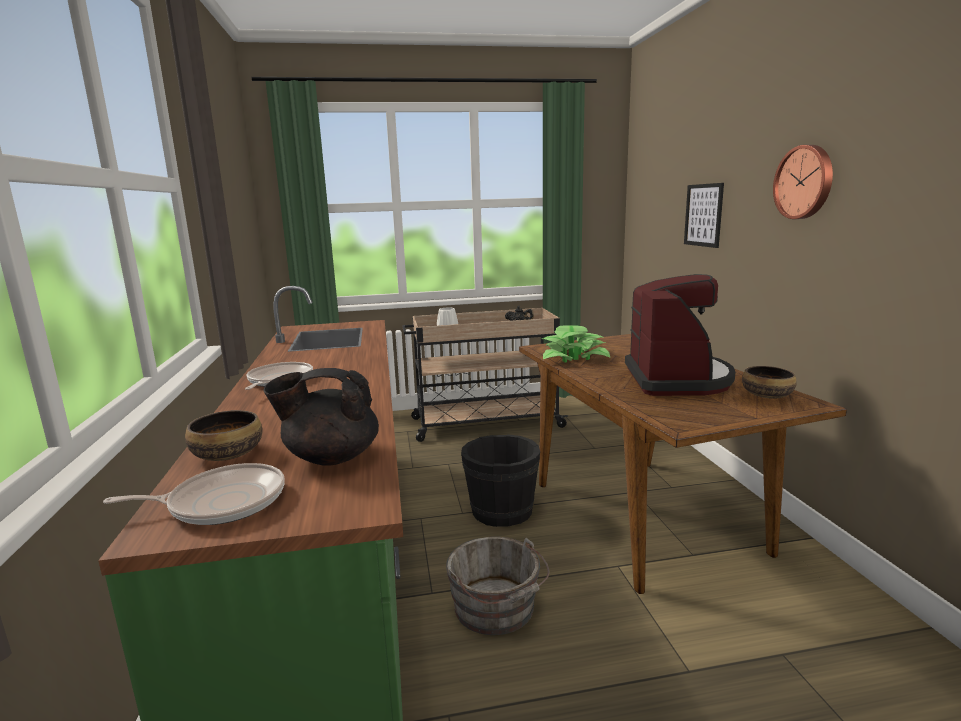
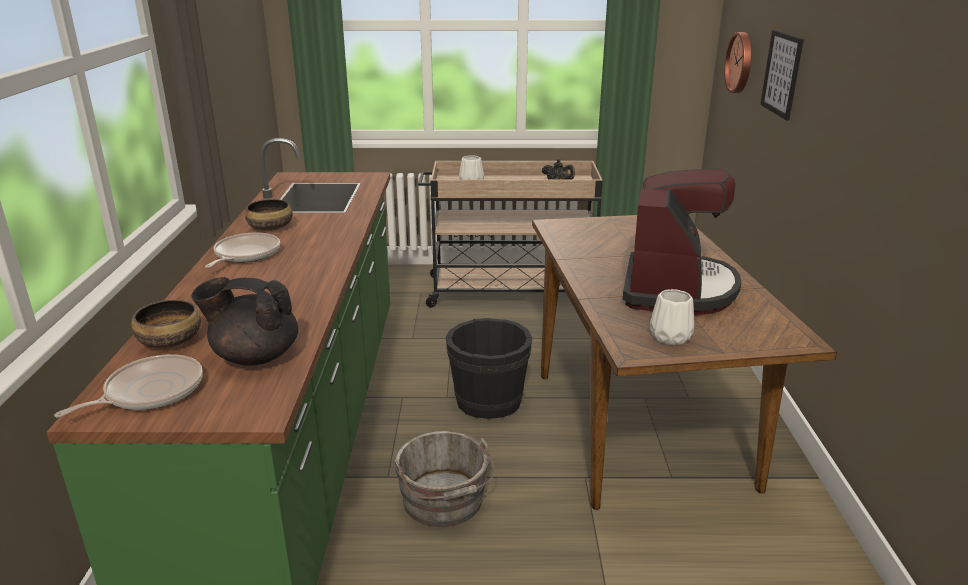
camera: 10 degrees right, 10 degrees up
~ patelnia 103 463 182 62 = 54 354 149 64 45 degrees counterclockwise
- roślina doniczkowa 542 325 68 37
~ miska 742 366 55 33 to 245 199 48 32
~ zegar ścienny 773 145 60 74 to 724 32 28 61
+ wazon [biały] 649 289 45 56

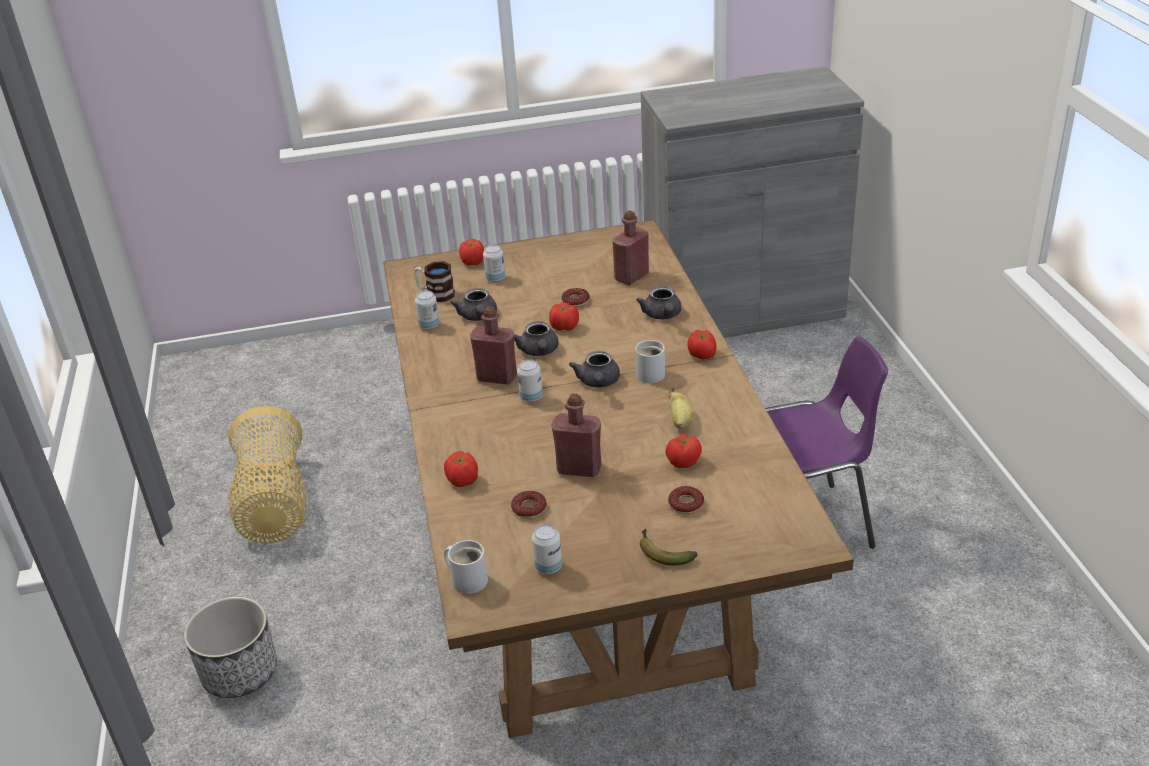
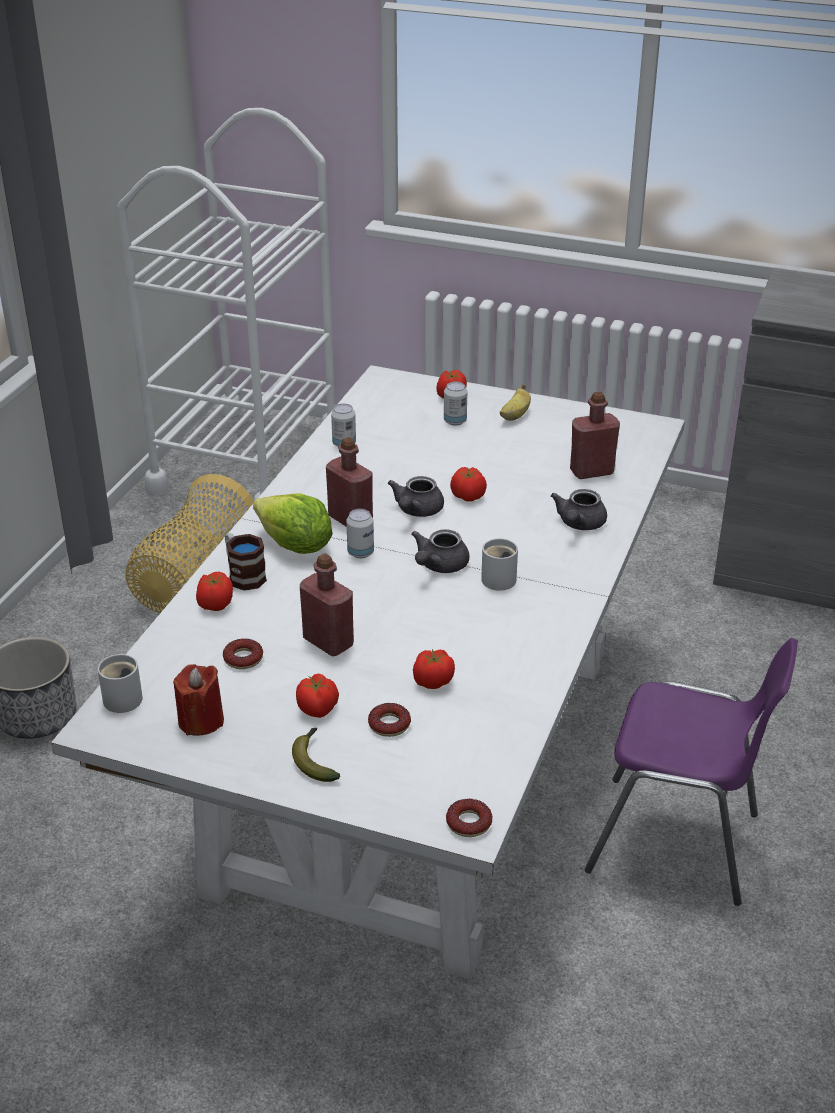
camera: 30 degrees right, 0 degrees up
~ stół jadalny [brązowy] 383 220 471 518 to stół jadalny [biały] 51 365 634 614
~ kubek 414 261 41 41 to 225 533 42 58
- imbryk [szary] 450 288 47 33
~ puszka 532 524 30 50 to świeca [czerwony] 173 664 51 72
~ donut 562 288 28 19 to 446 799 46 38
~ banan 668 387 24 42 to 500 384 31 37
~ pomidor 687 330 29 30 to 296 674 43 44
+ wózek [biały] 117 108 218 393
+ sałata 253 493 80 61

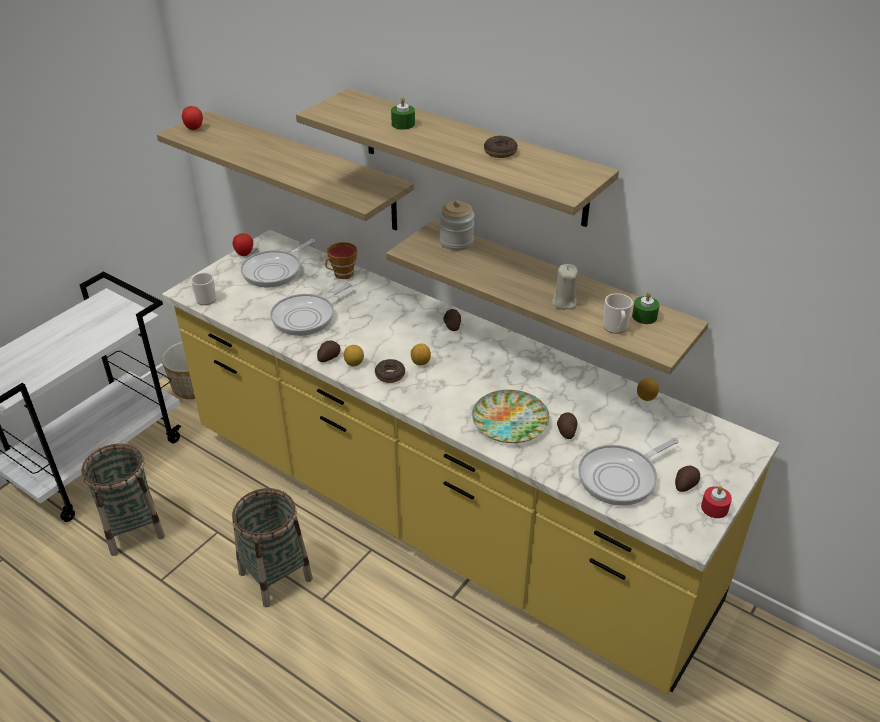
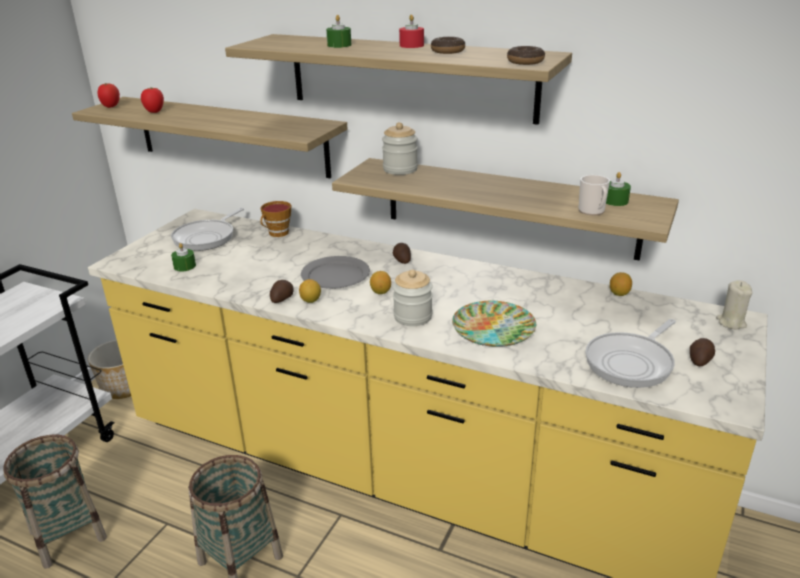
camera: 10 degrees left, 10 degrees down
- kubek 191 273 25 32
~ pomidor 233 233 20 23 to 141 87 23 26
- patelnia 270 283 82 53
~ donut 375 359 30 24 to 507 46 38 19
~ świeca [beżowy] 552 264 26 46 to 716 280 36 50
- ziemniak 557 412 21 27
~ świeca [czerwony] 701 486 31 32 to 399 14 25 34
+ świeca [zielony] 171 243 25 29
+ talerz [szary] 301 256 69 33
+ słoik 393 270 40 56

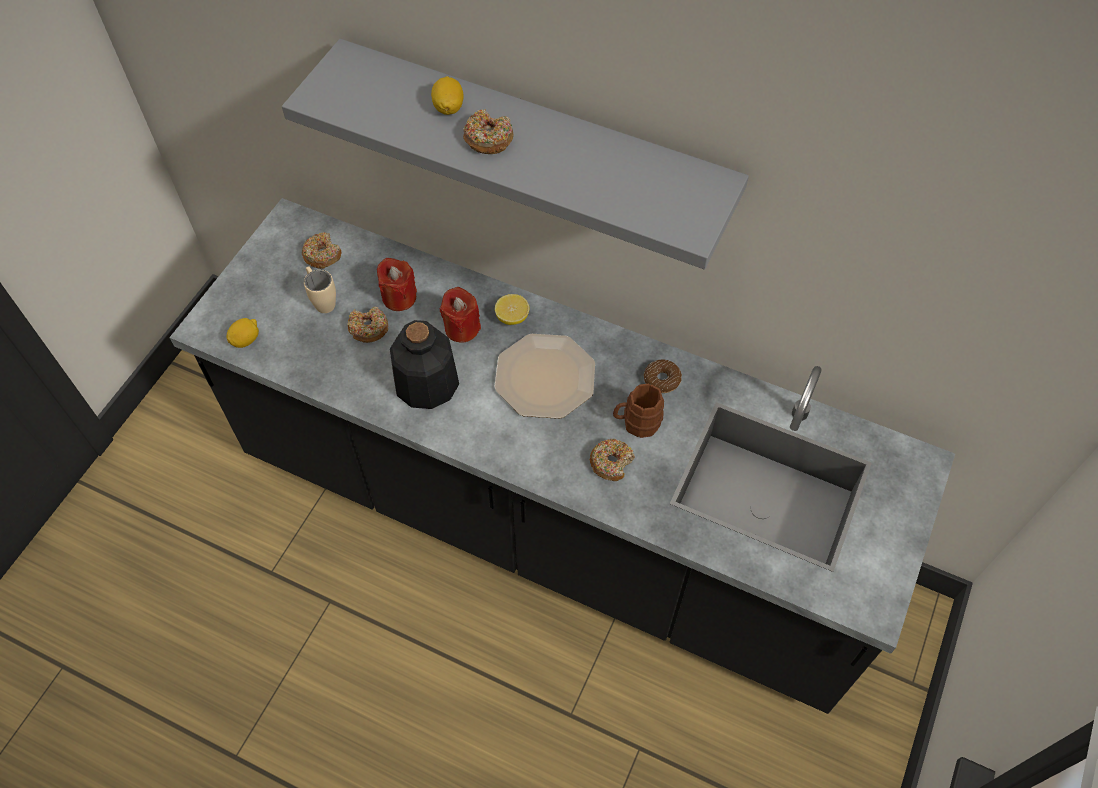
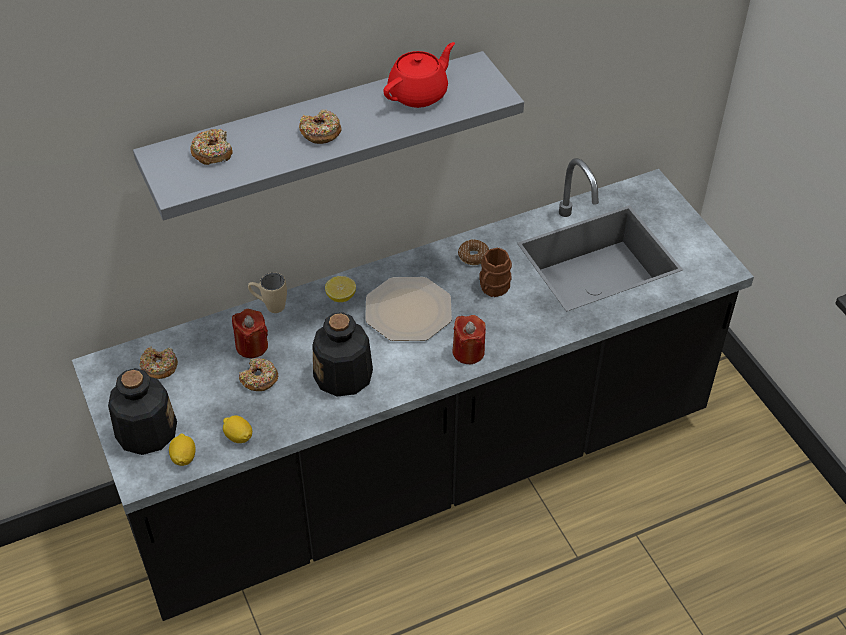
camera: 50 degrees left, 10 degrees down
~ kubek [beżowy] 304 266 32 47 to 248 273 39 40
~ cytryna 431 76 33 39 to 223 415 29 28
~ świeca [czerwony] 440 287 41 56 to 453 315 33 49
~ donut 590 439 45 42 to 190 129 43 36
+ butelka 108 368 69 87
+ imbryk [czerwony] 383 42 72 66

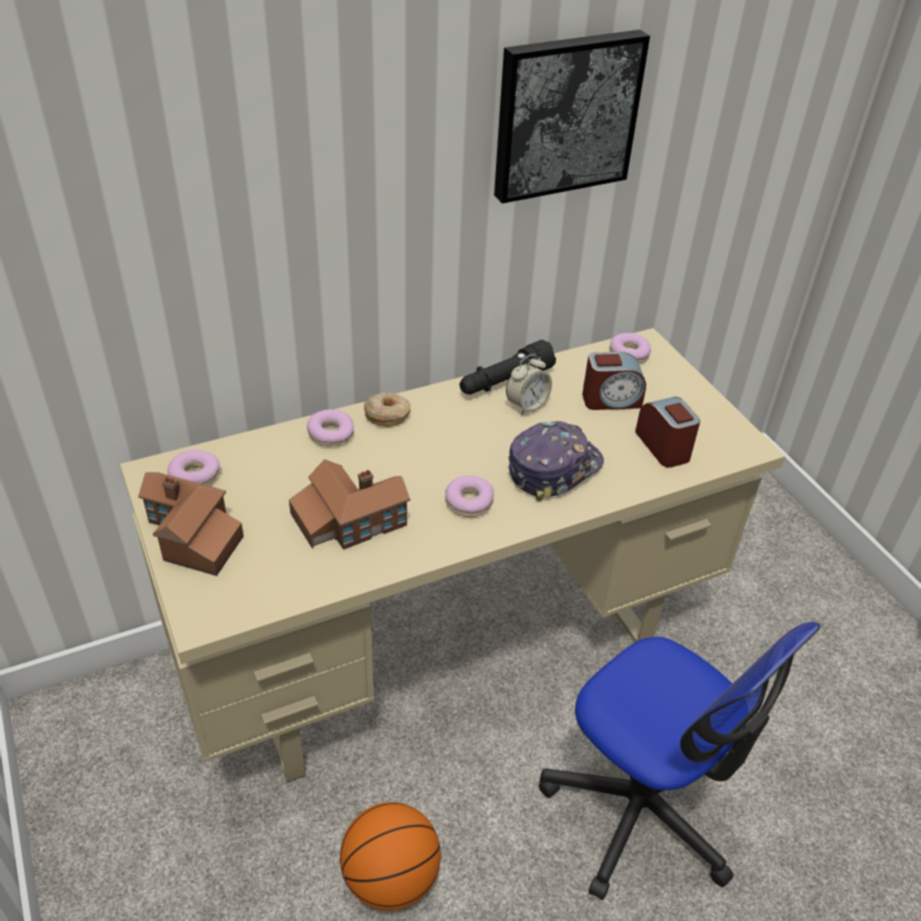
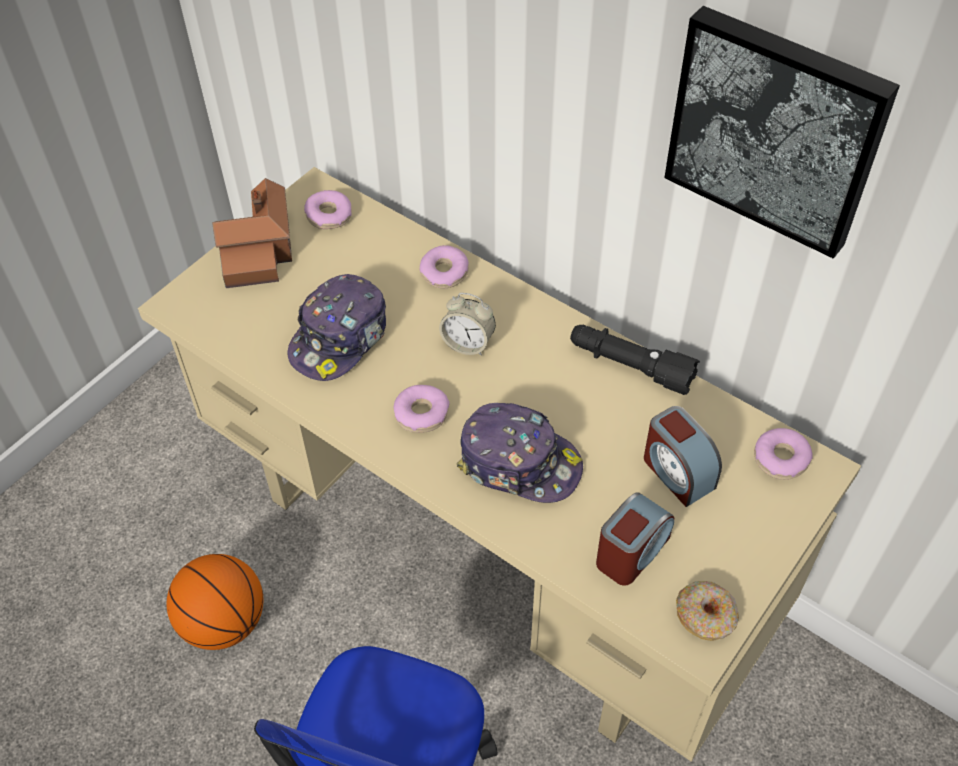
camera: 65 degrees right, 10 degrees up
~ domek 289 459 121 91 to czapka z daszkiem 287 274 99 107
~ donut 364 392 47 35 to 676 581 63 60
~ budzik 506 354 46 61 to 439 293 57 63

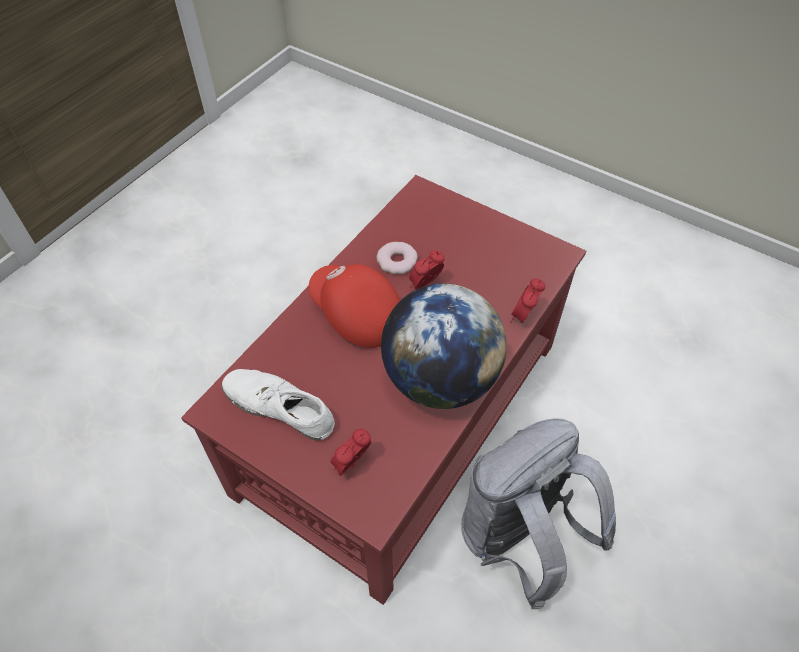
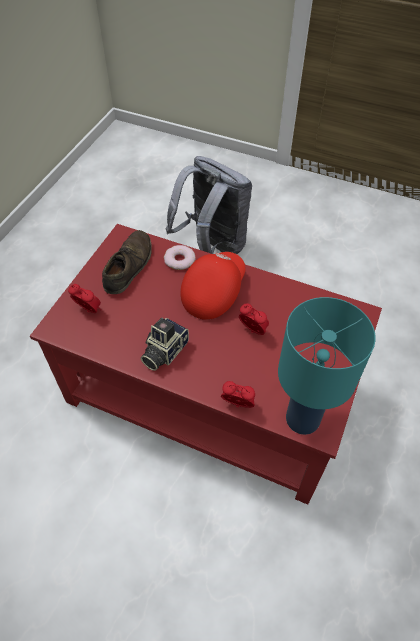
camera: 80 degrees right, 0 degrees up
~ but [biały] 222 369 113 71 to but [brązowy] 102 230 50 64
~ donut 376 242 42 32 to 164 245 32 25
~ globus 381 283 126 126 to aparat fotograficzny 141 318 48 53
~ plecak [szary] 461 418 155 191 to 165 156 87 98
+ lampa stołowa [turkusowy] 278 297 97 138

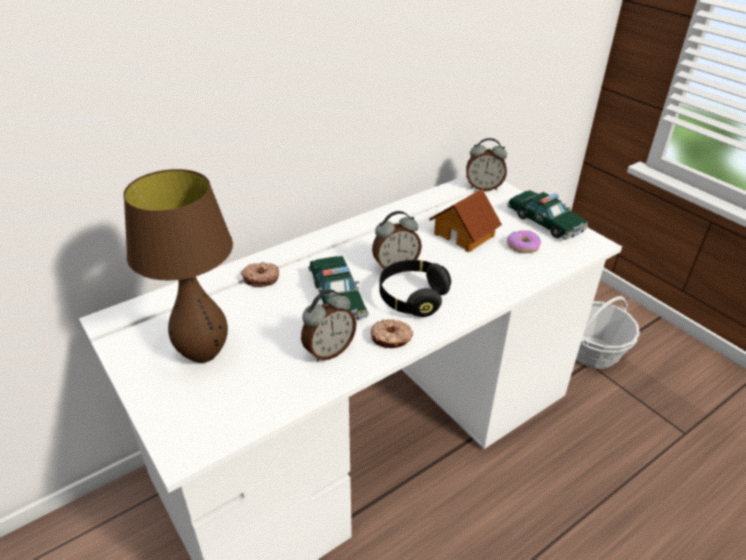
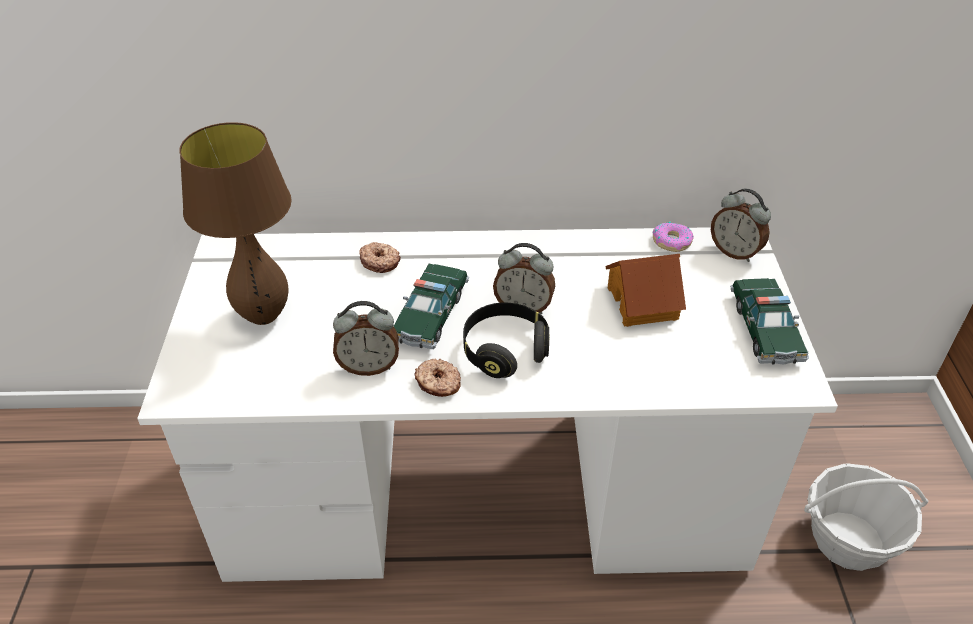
camera: 35 degrees right, 5 degrees up
~ donut 507 230 34 23 to 653 222 41 30

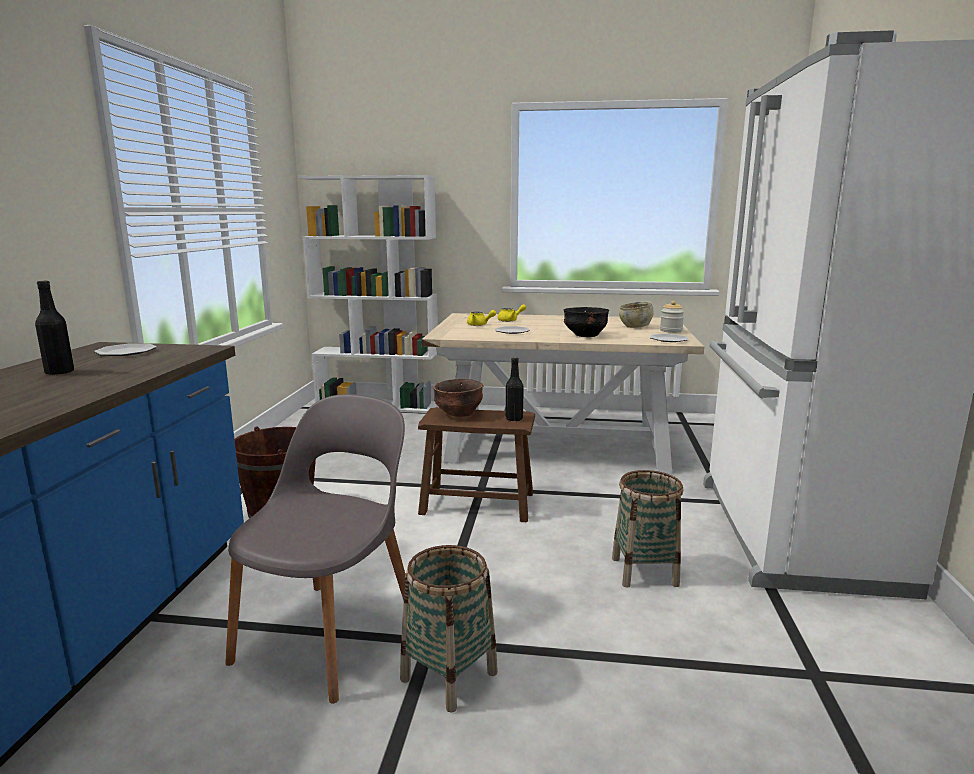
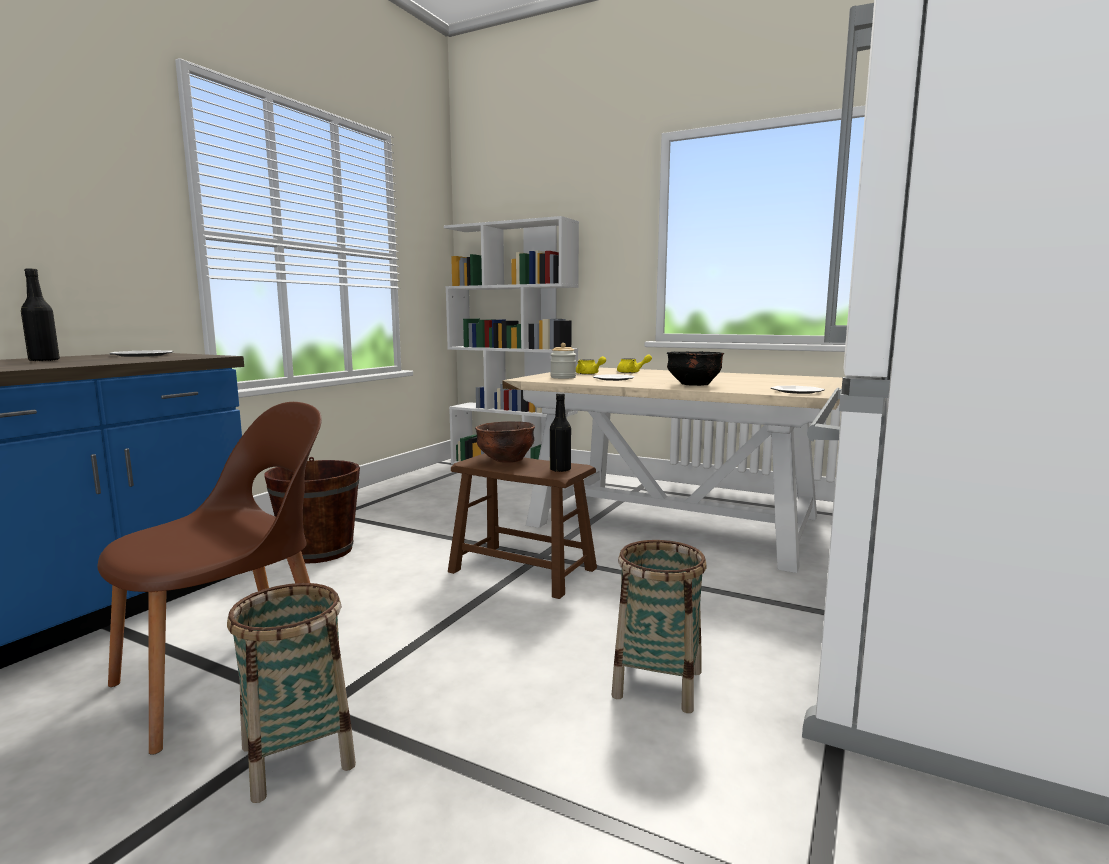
camera: 20 degrees right, 5 degrees down
~ krzesło [szary] 225 394 180 310 to krzesło [brązowy] 97 402 225 353
- miska [beżowy] 619 301 35 27
~ słoik 660 301 24 32 to 550 343 26 36

